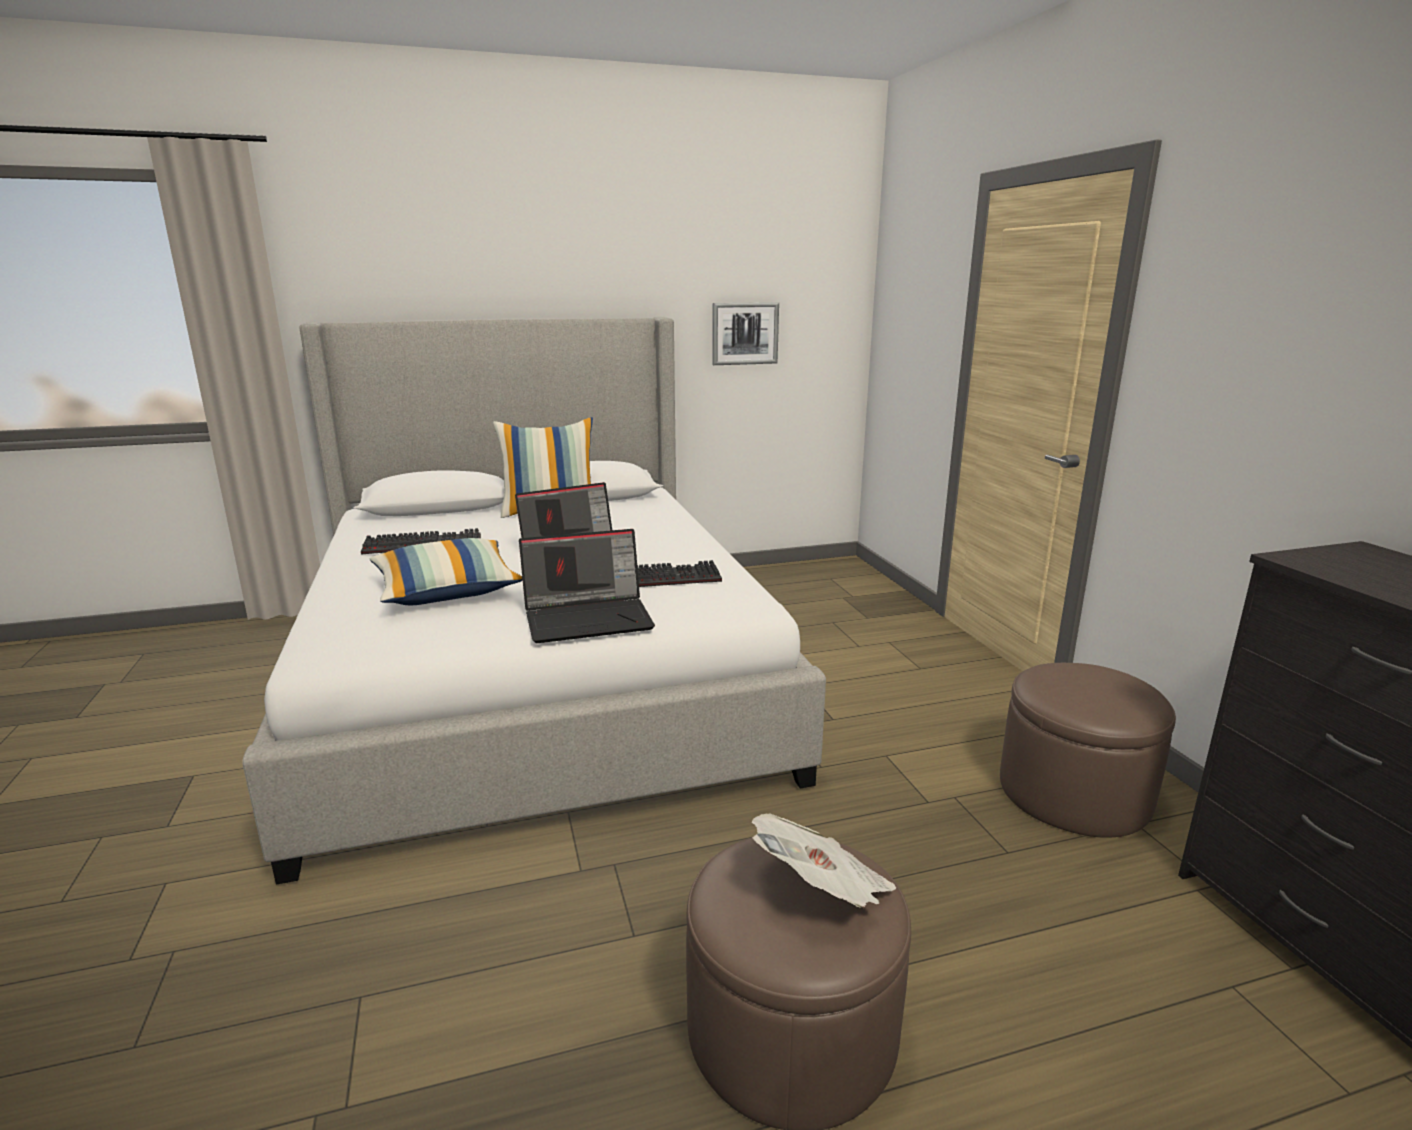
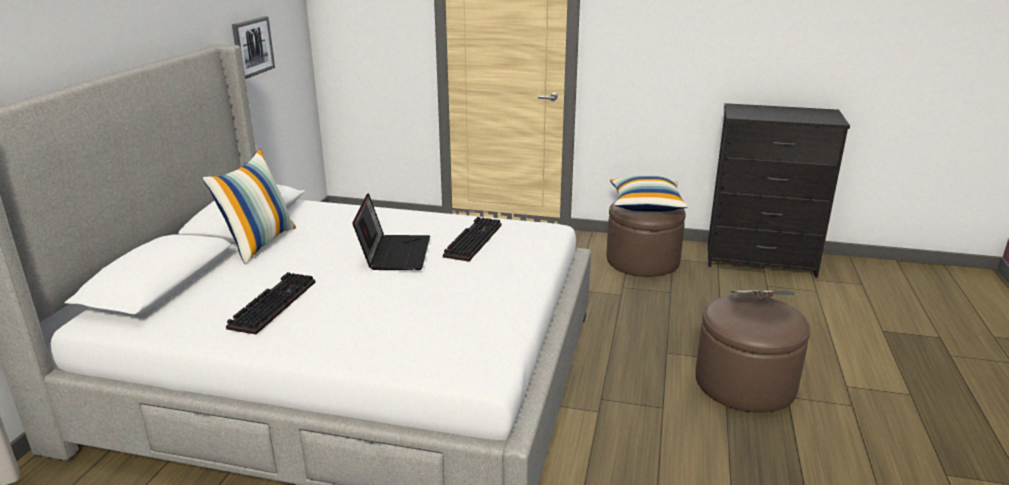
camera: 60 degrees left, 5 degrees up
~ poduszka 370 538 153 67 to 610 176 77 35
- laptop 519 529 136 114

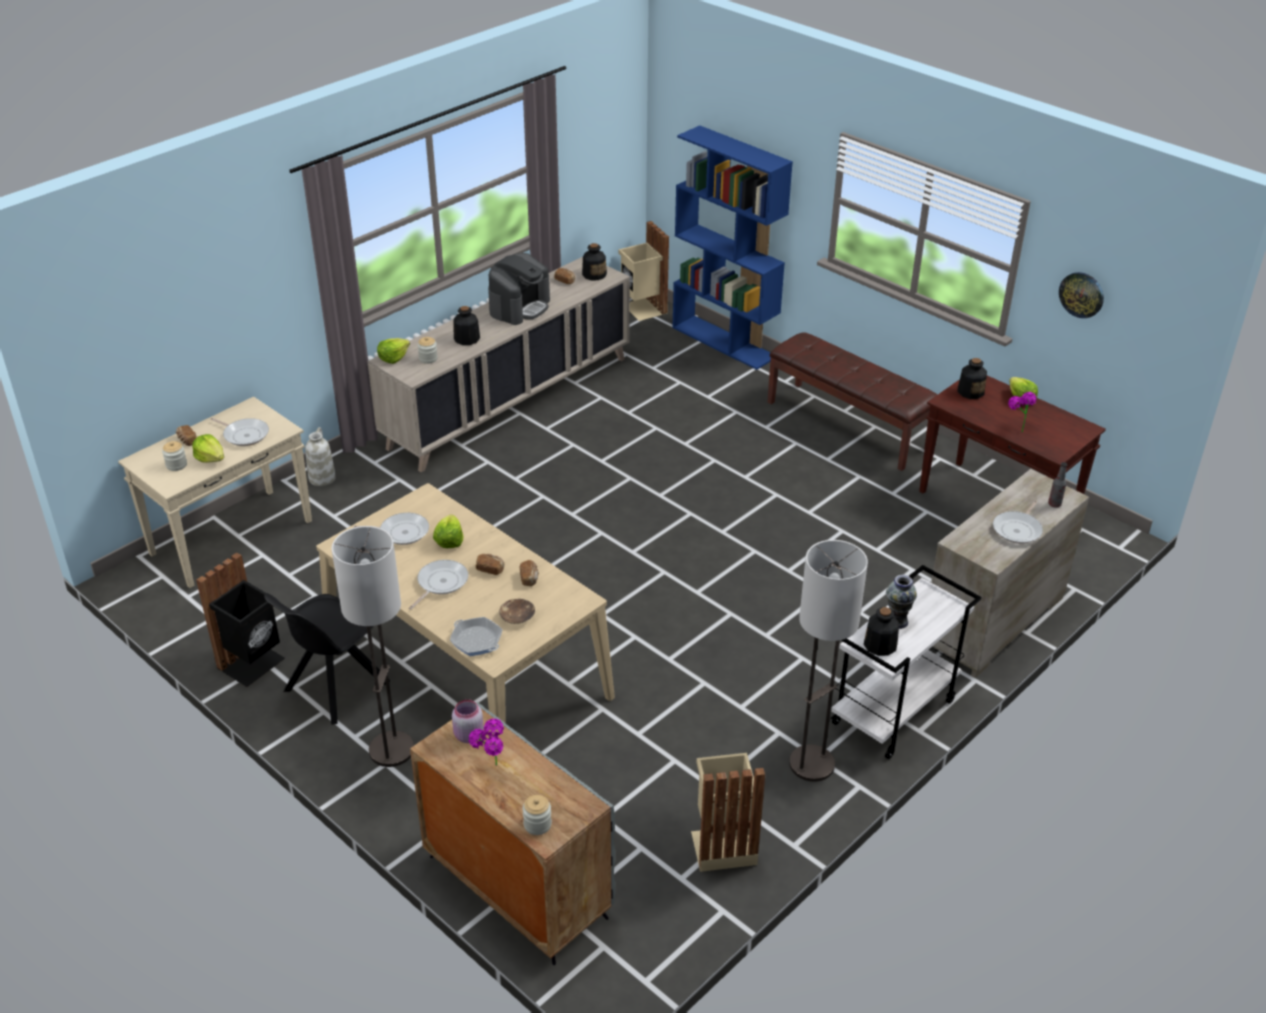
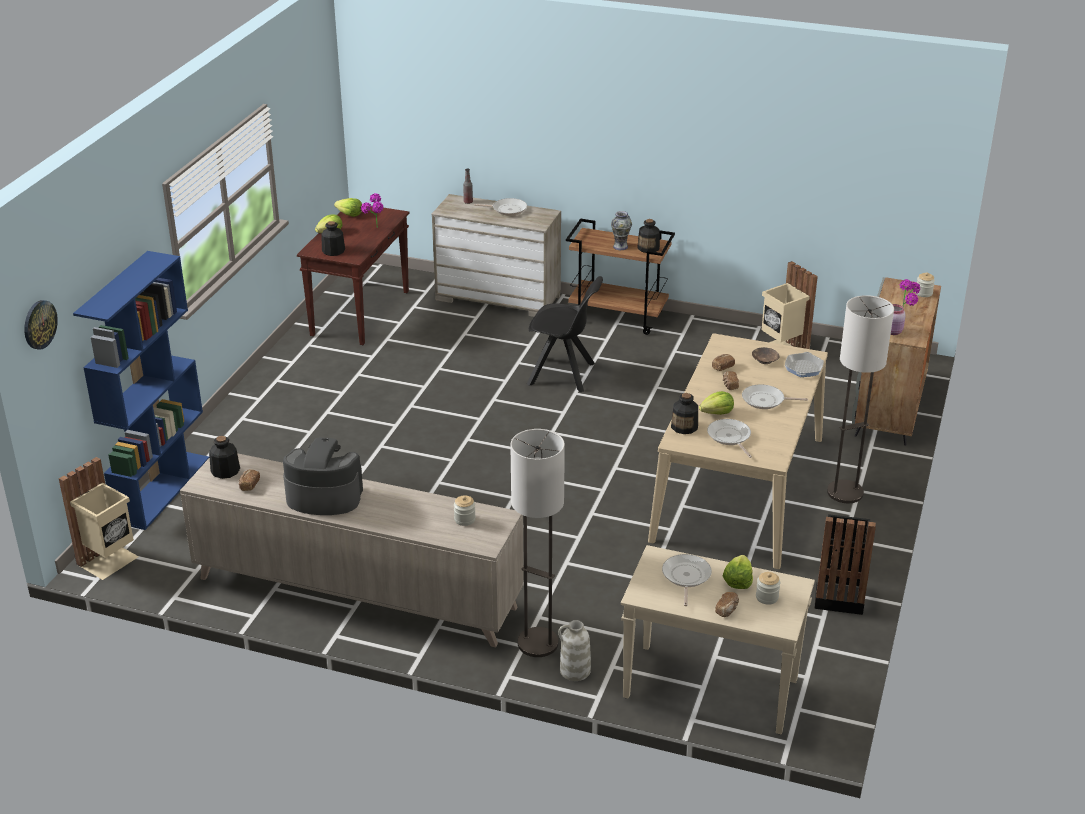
camera: 115 degrees left, 5 degrees down
~ krzesło [czarny] 264 593 126 132 to 527 276 76 116
~ sałata 377 338 33 26 to 334 198 28 19
~ butelka 453 306 27 39 to 671 393 27 41
- ławka [brązowy] 768 332 169 139
~ lampa stojąca 789 540 79 242 to 510 429 55 228
~ wózek [biały] 831 565 151 194 to wózek [brązowy] 566 219 109 116
~ zegar ścienny 1059 272 45 46 to 24 300 34 50

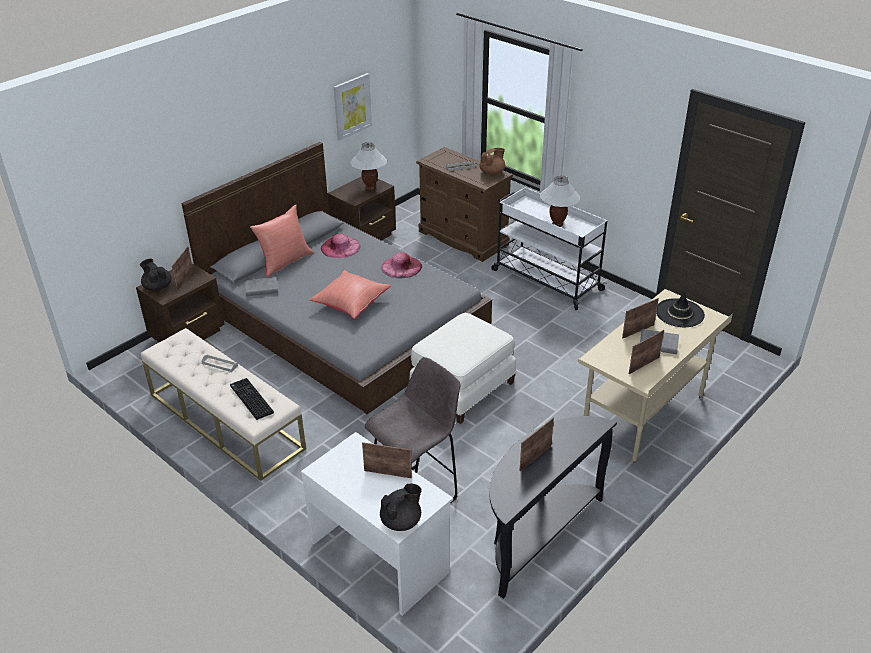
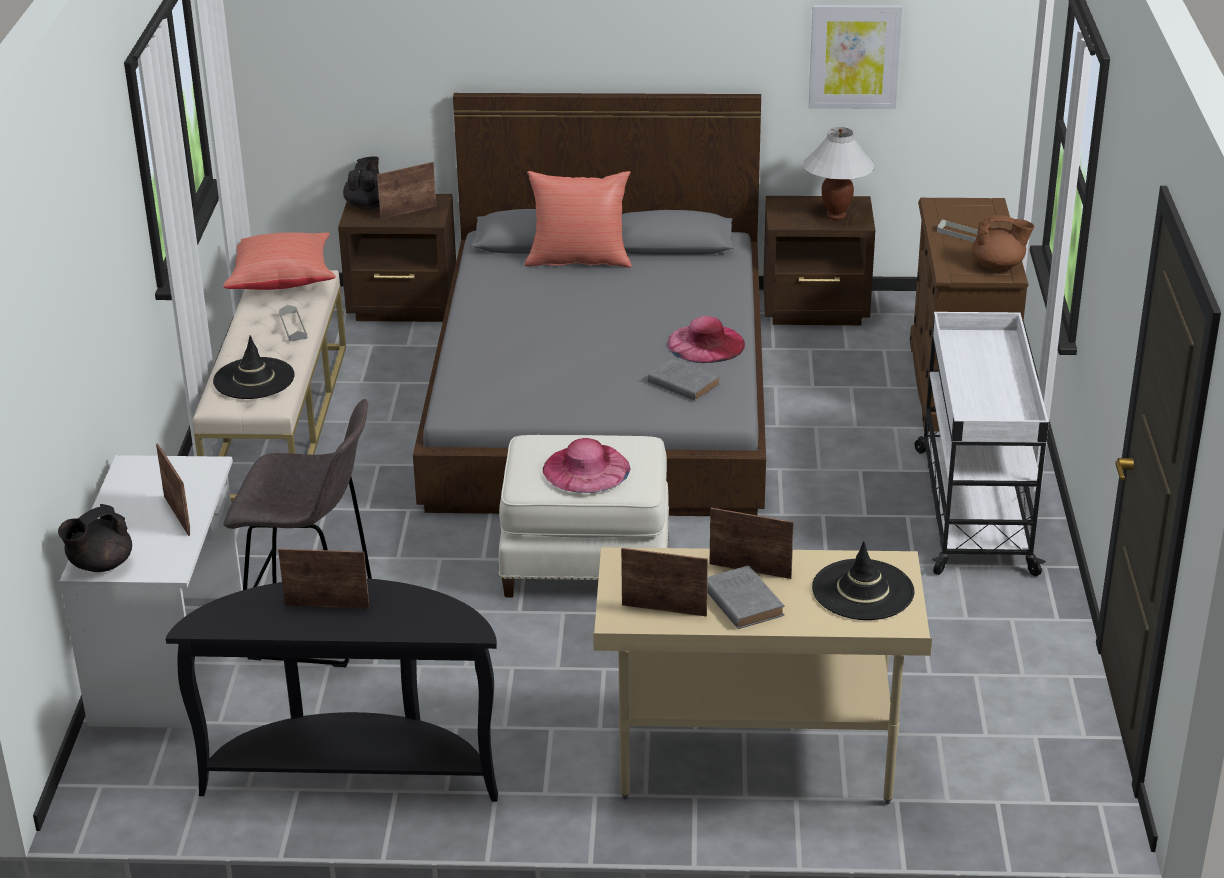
camera: 50 degrees right, 5 degrees down
~ klawiatura 230 378 44 42 to kapelusz [czarny] 213 335 82 64
~ książka [szary] 245 277 33 19 to 648 358 72 43
~ poduszka [czerwony] 309 270 82 49 to 223 232 113 58
~ kapelusz [różowy] 321 234 39 24 to 543 438 88 55
~ imbryk [czarny] 380 483 42 48 = 58 504 74 68 120 degrees clockwise
- lampa stołowa [biały] 540 175 40 52

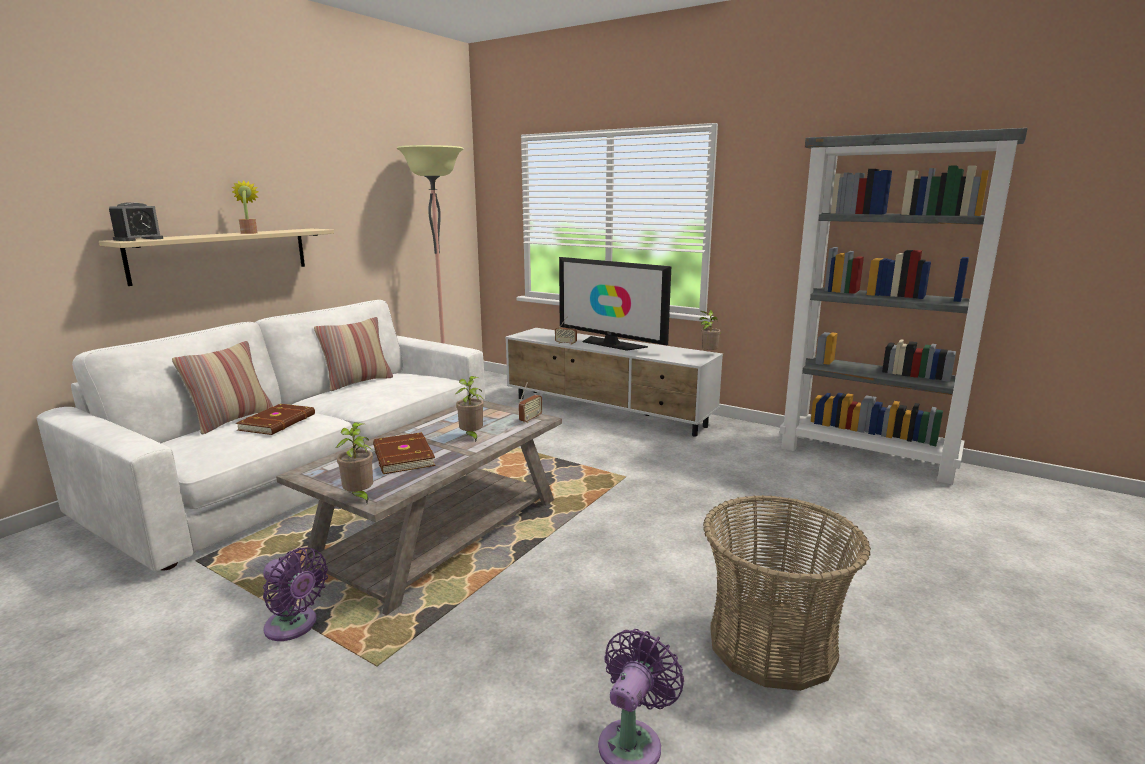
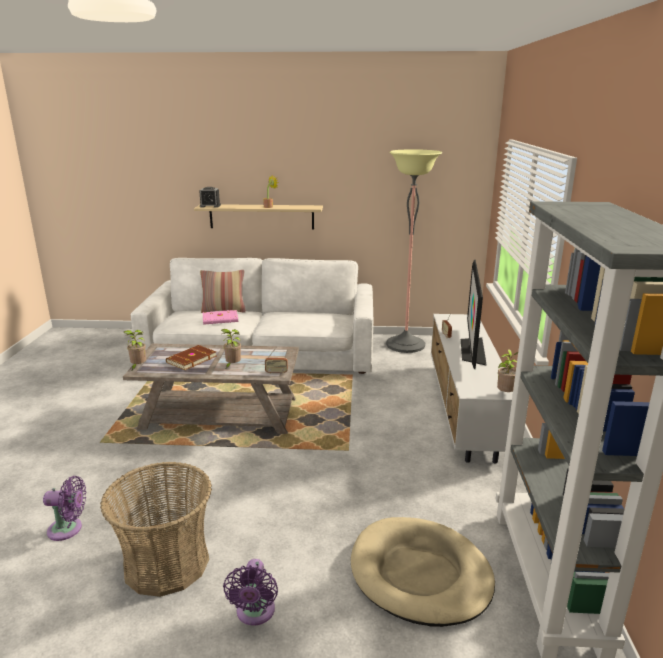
camera: 60 degrees right, 5 degrees up
~ książka [brązowy] 236 404 79 31 to książka [różowy] 203 310 35 15
~ wentylator [fioletowy] 263 547 65 94 to 223 559 55 67
- poduszka 314 317 79 74
+ legowisko [beżowy] 351 517 144 110

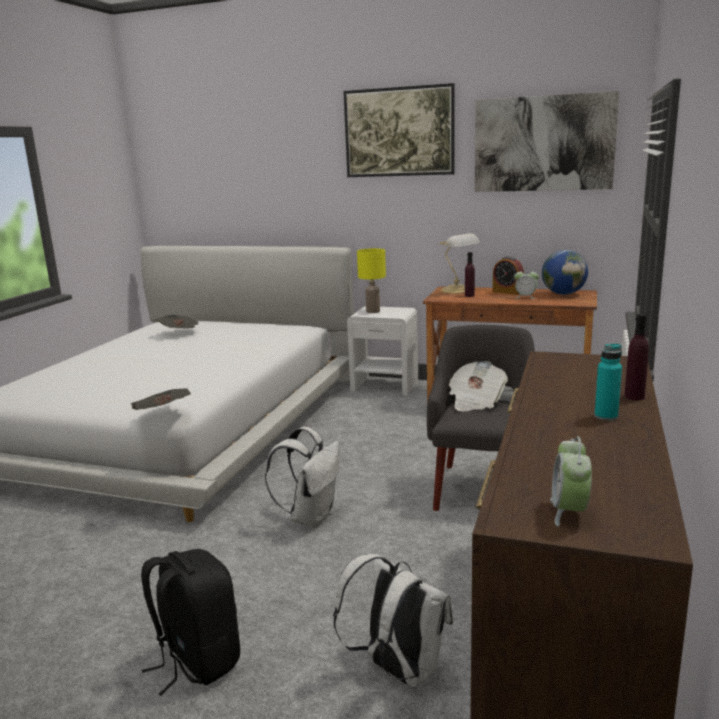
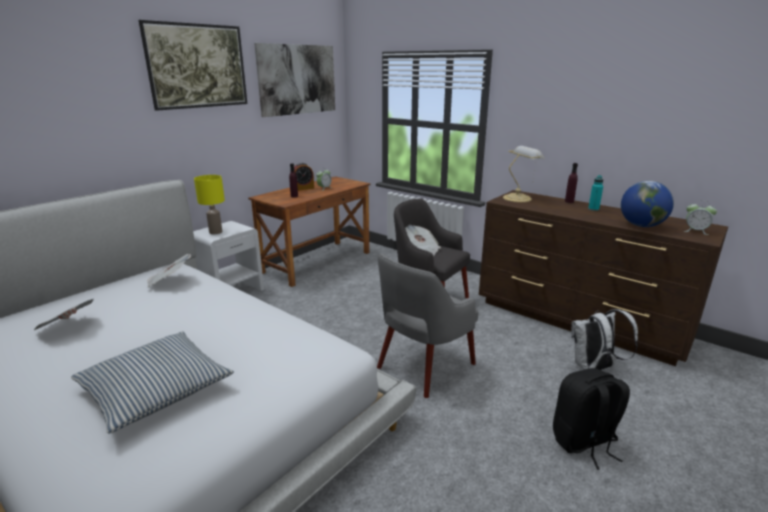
camera: 70 degrees left, 5 degrees up
~ gazeta 131 388 60 22 to 147 254 44 34
~ plecak [biały] 265 427 74 100 to fotel [szary] 377 253 102 145
~ lampa stołowa 439 233 41 61 to 503 146 41 56
~ globus 542 250 46 45 to 621 181 53 46
+ poduszka 71 332 163 101

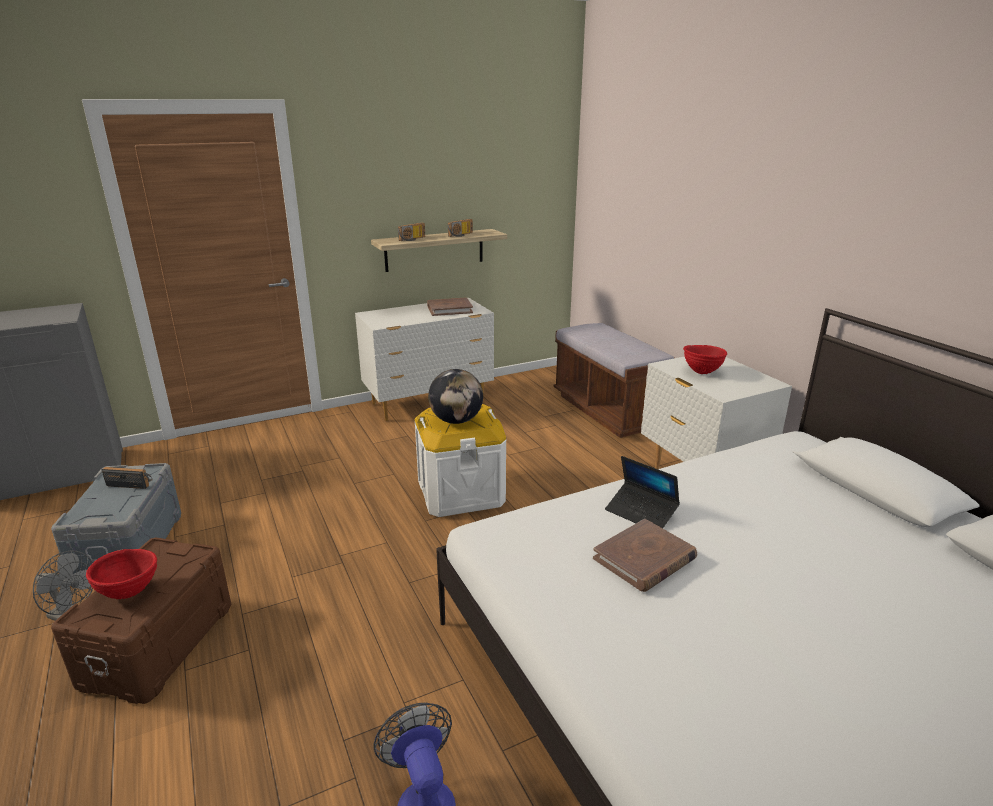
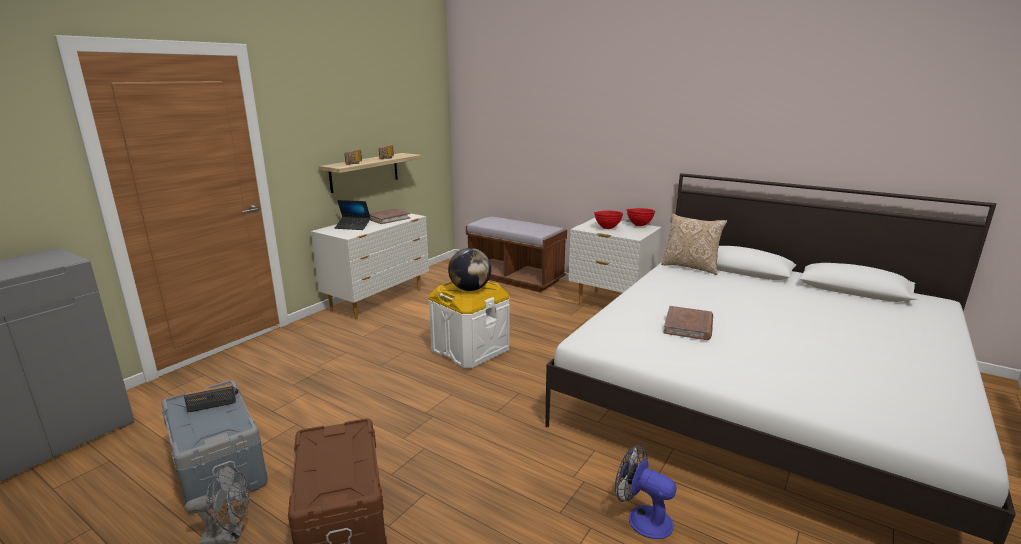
camera: 30 degrees left, 5 degrees down
~ miska [czerwony] 86 549 71 50 to 627 208 28 18
~ laptop 605 456 75 72 to 335 200 36 30
+ poduszka 661 214 66 61

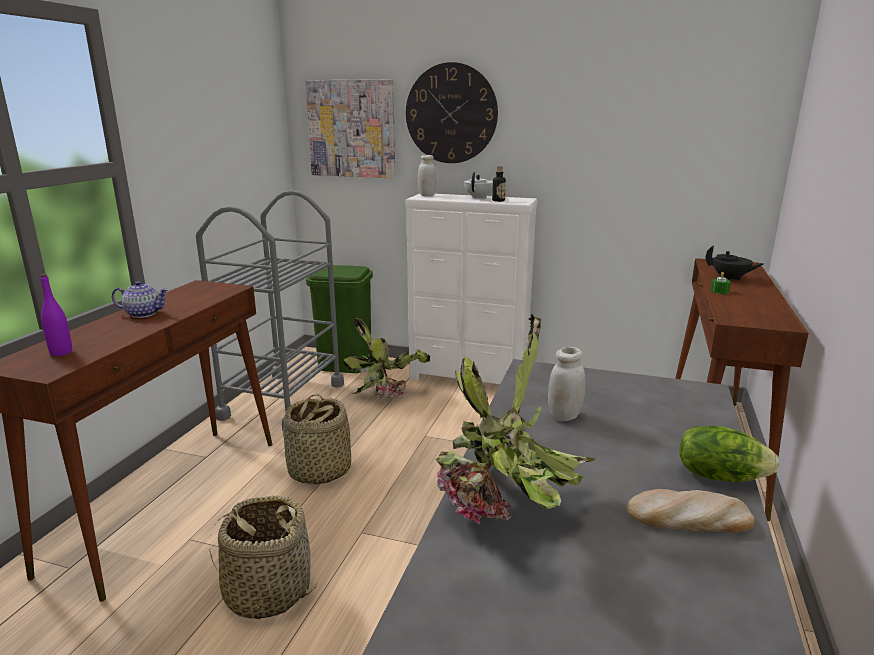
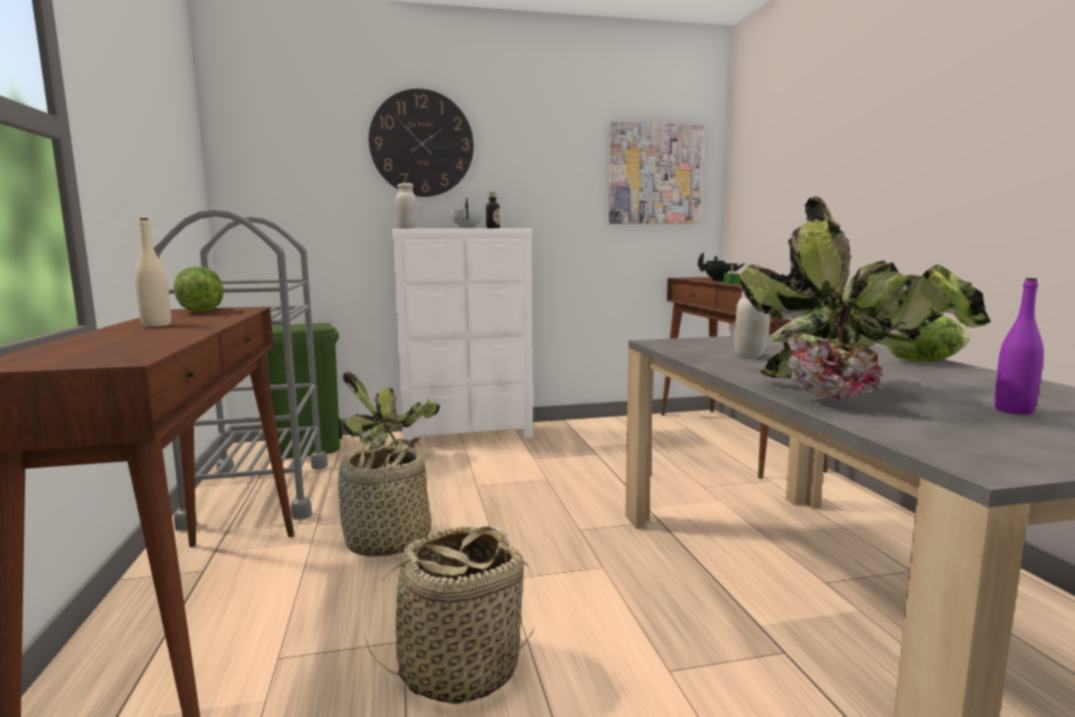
camera: 30 degrees left, 10 degrees down
~ butelka [fioletowy] 40 274 32 82 to 994 278 50 137
~ imbryk 112 281 56 37 to butelka [beżowy] 135 218 36 109
~ obraz 305 79 90 99 to 609 121 95 103
- chleb 627 489 128 44
+ sałata 174 267 49 45

